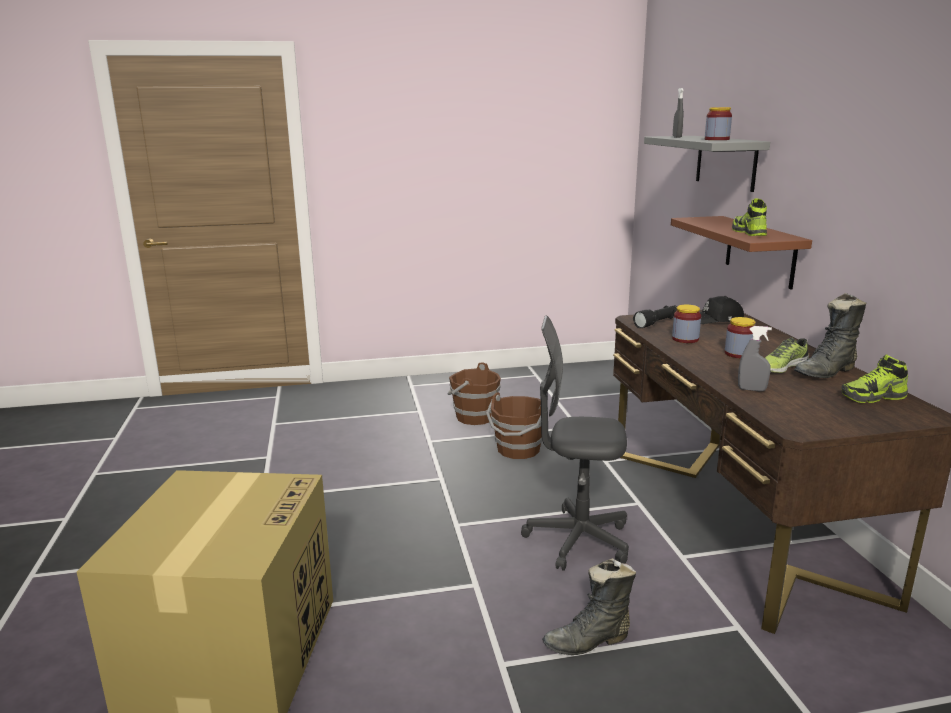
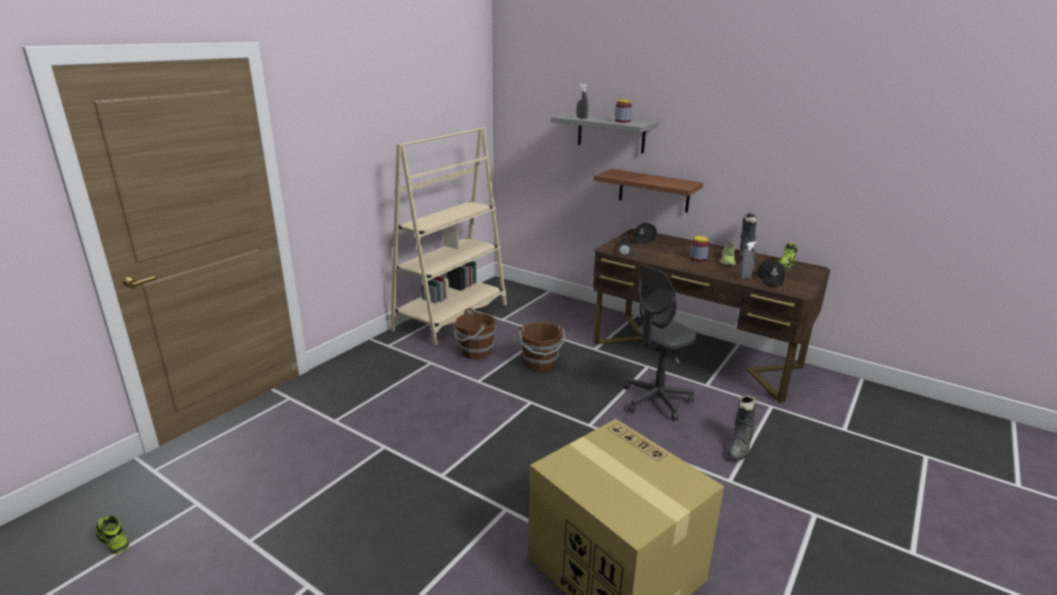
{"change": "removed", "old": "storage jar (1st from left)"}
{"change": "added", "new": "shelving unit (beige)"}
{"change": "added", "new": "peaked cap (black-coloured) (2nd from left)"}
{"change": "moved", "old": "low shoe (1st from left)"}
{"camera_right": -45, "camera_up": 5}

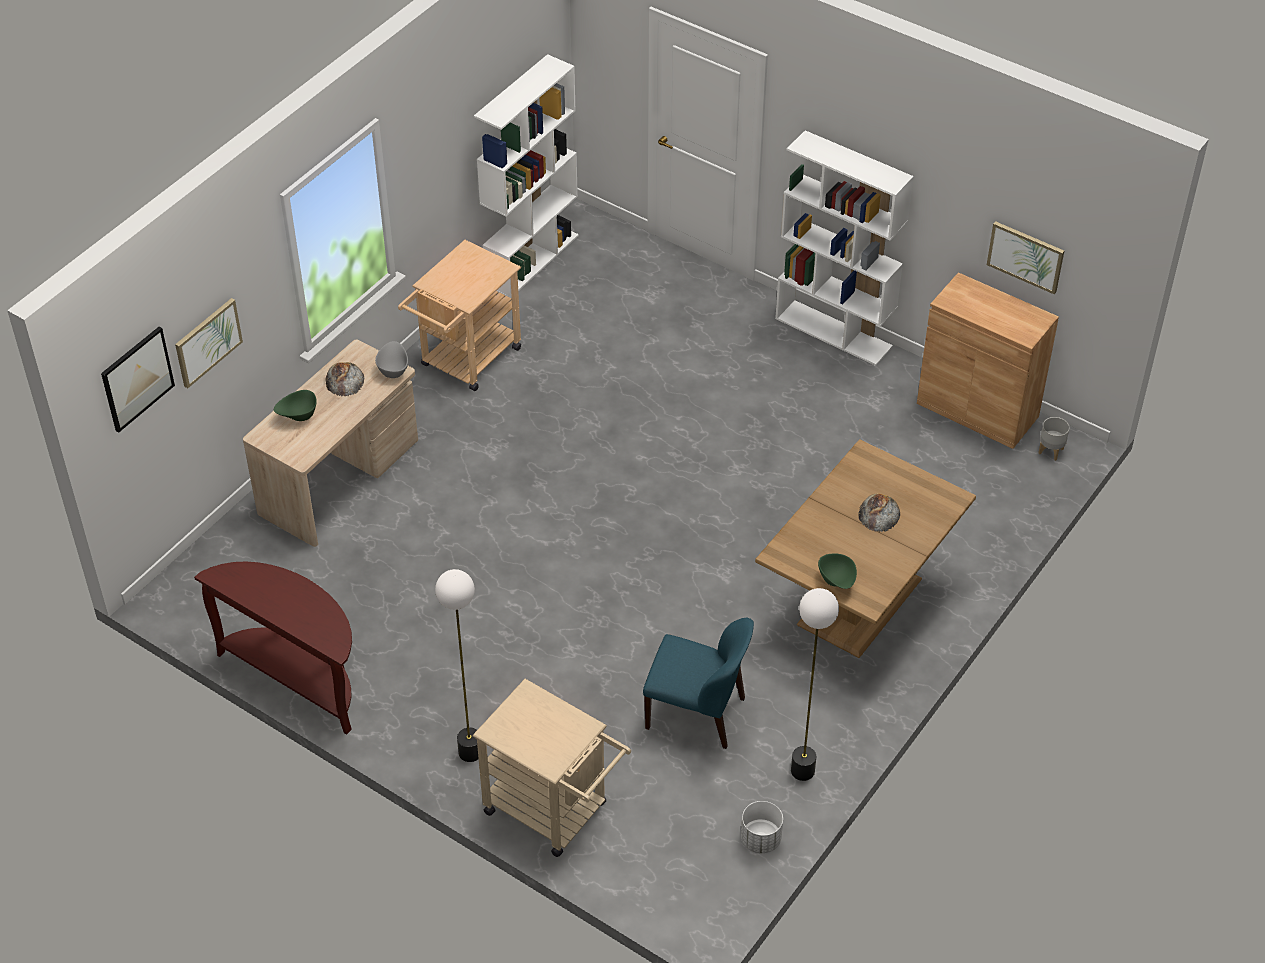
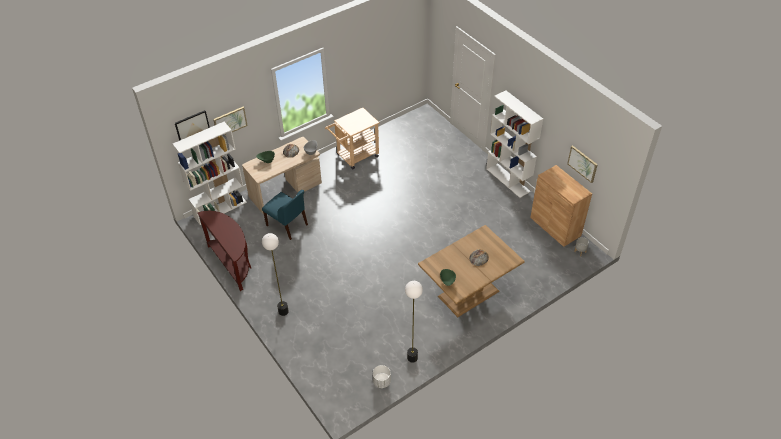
{"change": "removed", "old": "trolley (beige) (2nd from left)"}
{"change": "moved", "old": "shelving unit (whitish) (1st from left)"}
{"change": "moved", "old": "upright chair (blue-coloured)"}
{"camera_right": 20, "camera_up": 0}

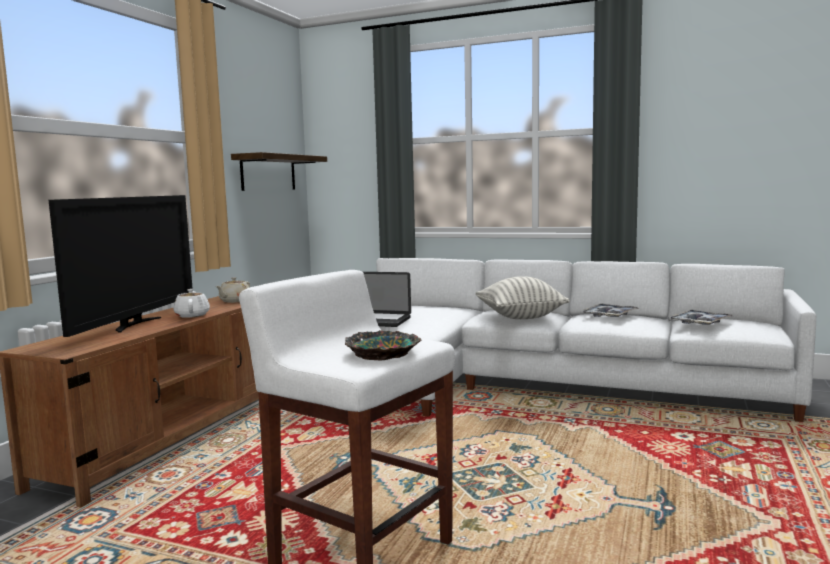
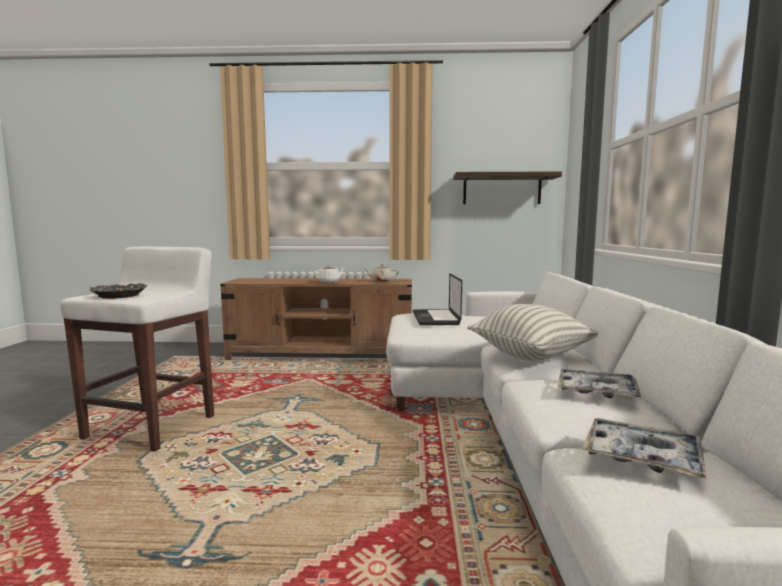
{"change": "removed", "old": "TV"}
{"camera_right": 70, "camera_up": 0}

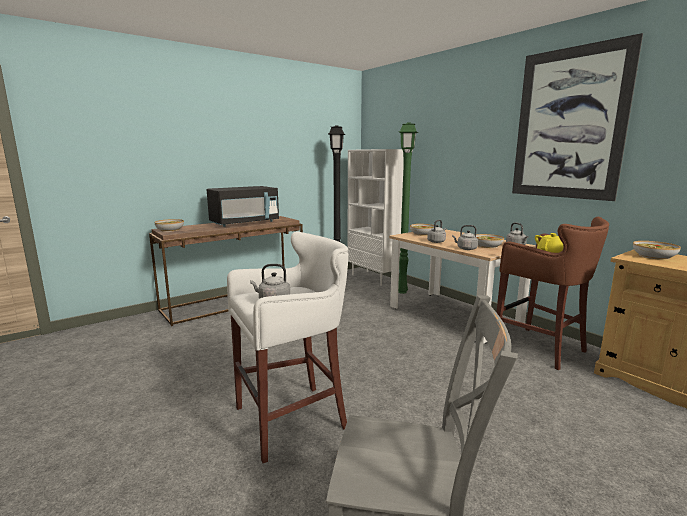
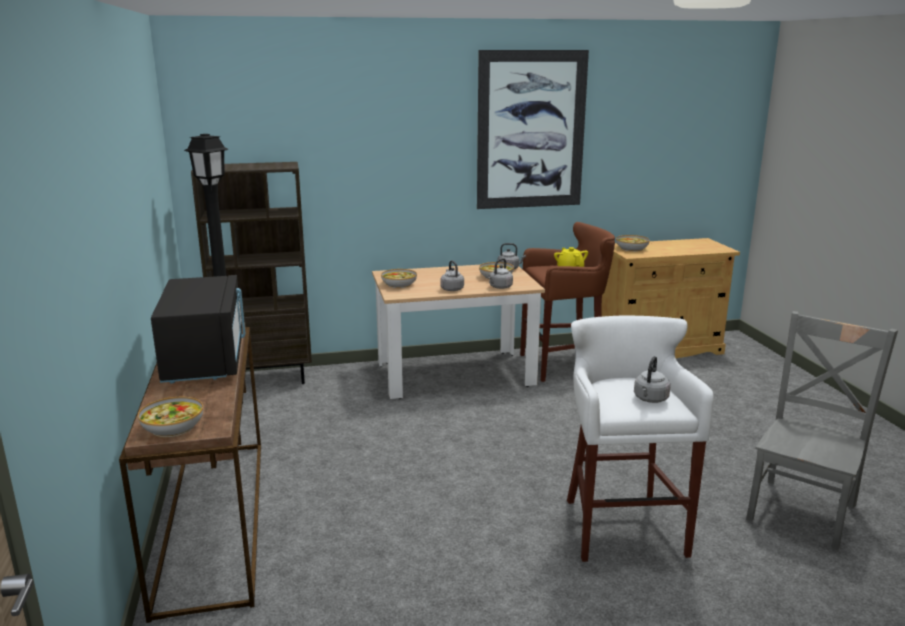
{"change": "removed", "old": "floor lamp (greenish)"}
{"change": "recoloured", "old": "shelving unit (whitish)", "new": "shelving unit (brown)"}
{"camera_right": -65, "camera_up": 5}

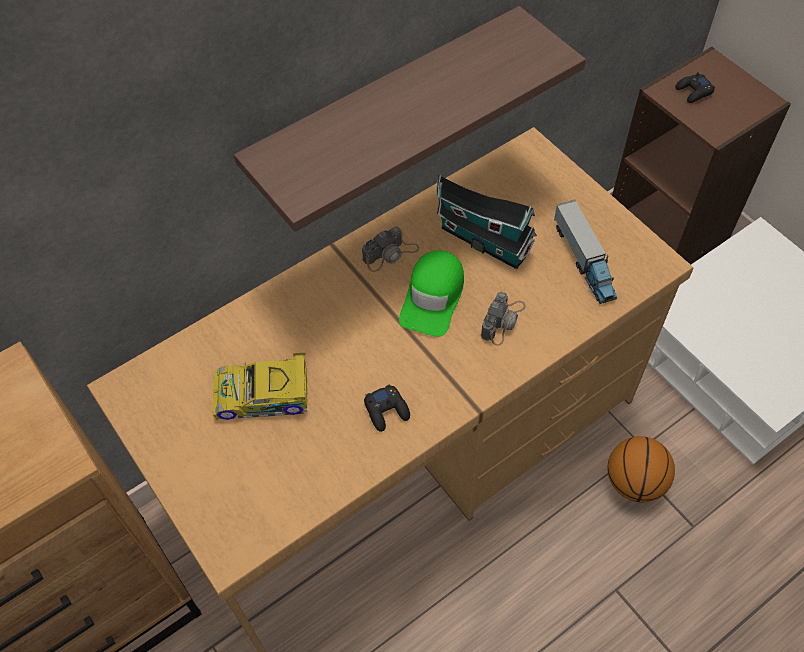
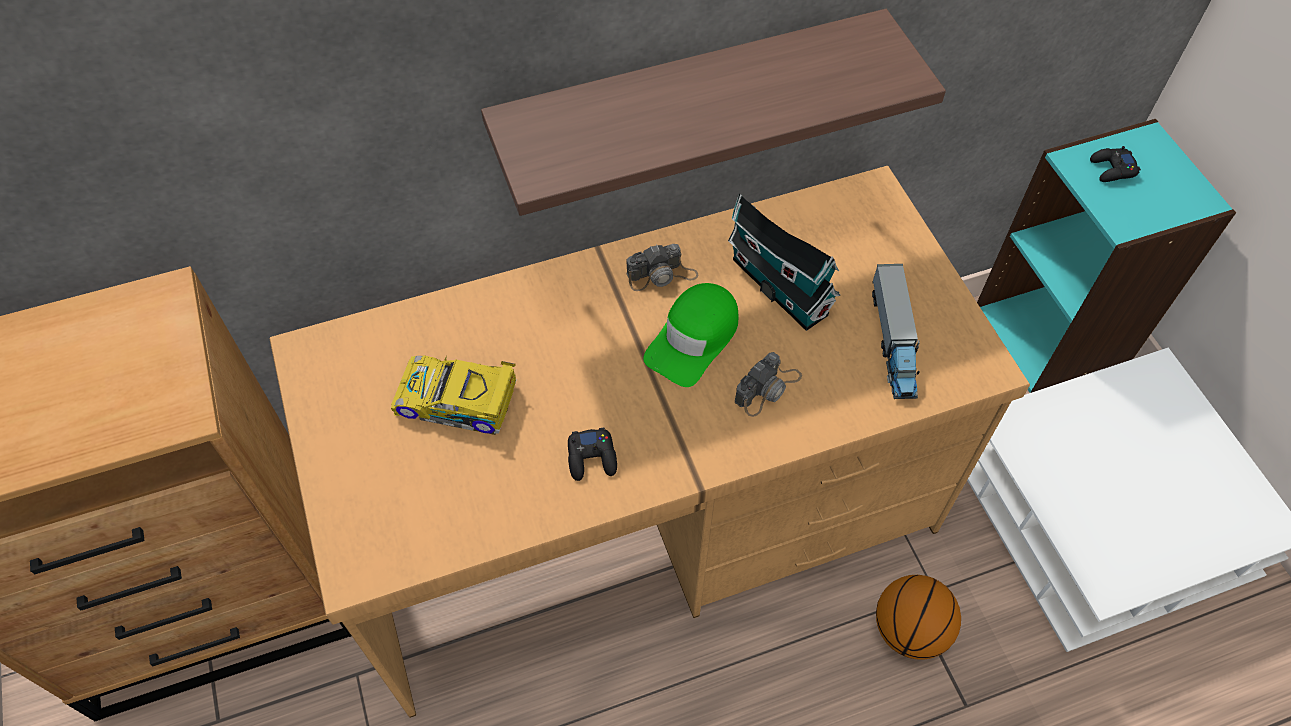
{"change": "recoloured", "old": "shelving unit (brown)", "new": "shelving unit (turquoise-coloured)"}
{"camera_right": 15, "camera_up": 0}

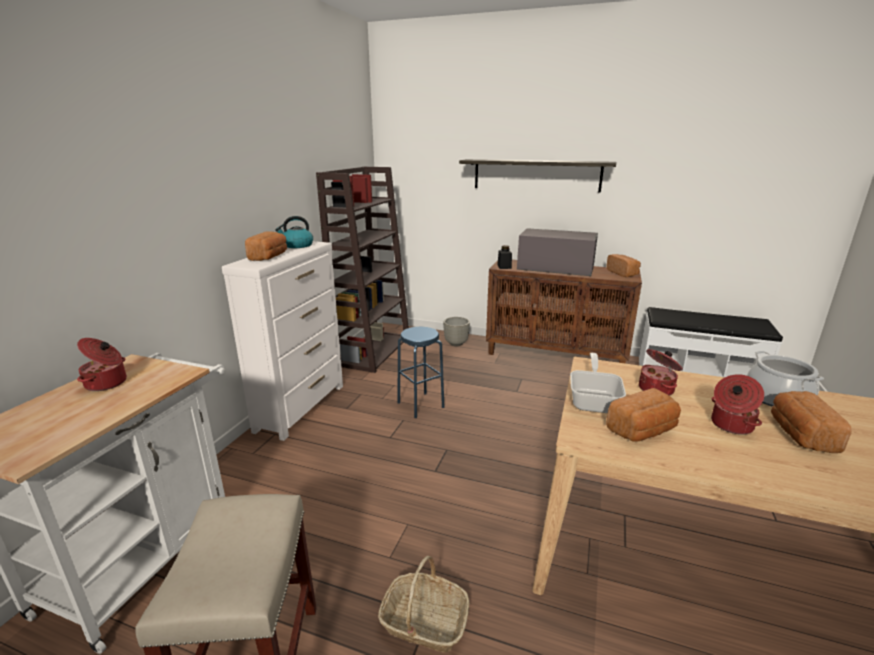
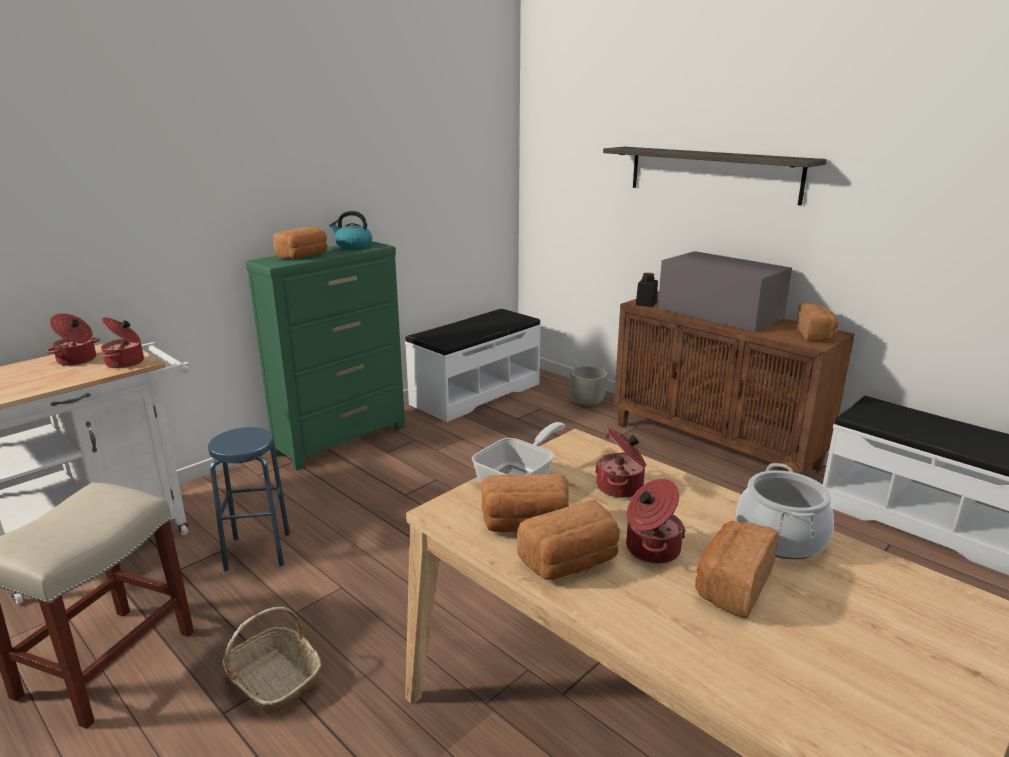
{"change": "added", "new": "cooking pot (2nd from left)"}
{"change": "added", "new": "bread (3rd from left)"}
{"change": "moved", "old": "sitting stool (blue-coloured)"}
{"change": "replaced", "old": "shelving unit (brown)", "new": "bench (whitish) (1st from left)"}
{"change": "recoloured", "old": "drawer chest (whitish)", "new": "drawer chest (greenish)"}
{"camera_right": 25, "camera_up": 0}

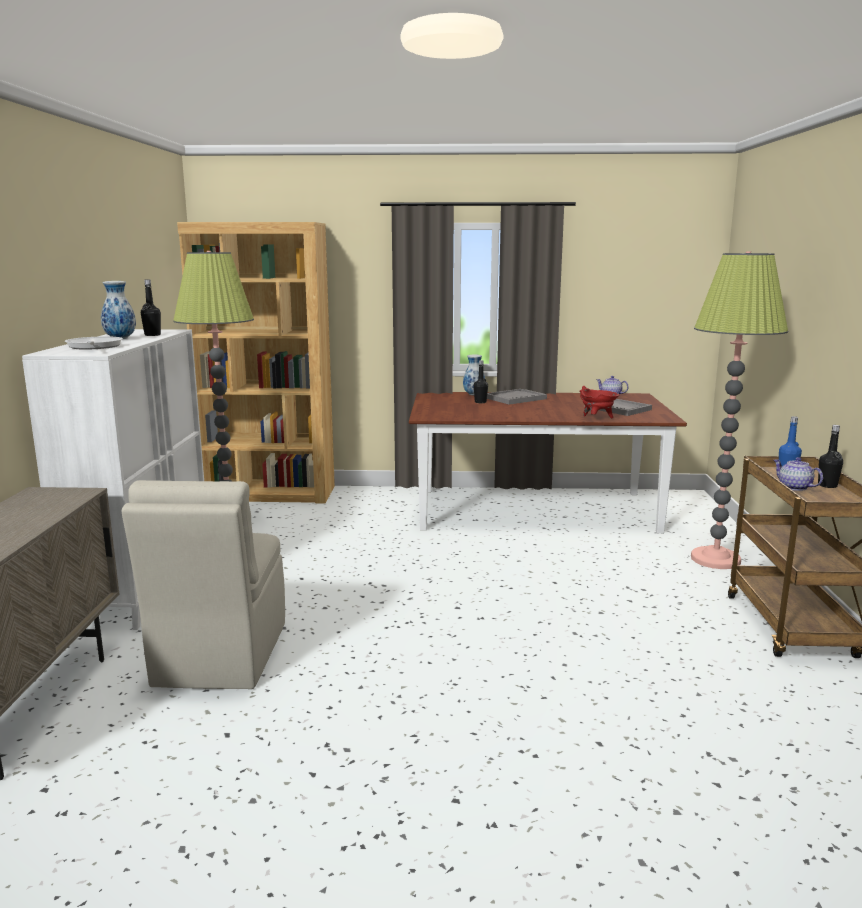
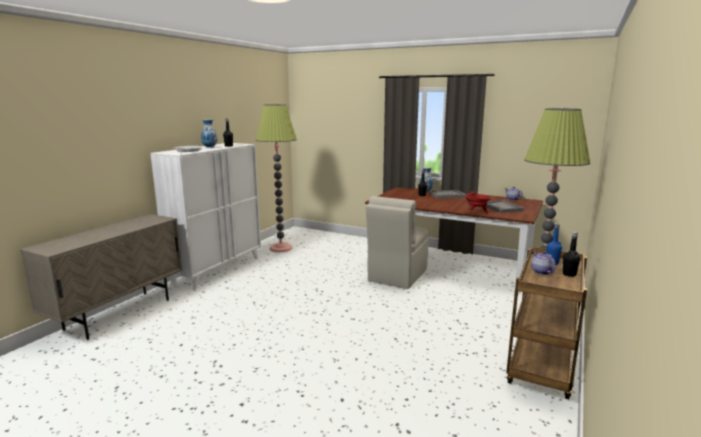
{"change": "removed", "old": "shelving unit (brown)"}
{"change": "moved", "old": "upright chair (beige)"}
{"camera_right": 25, "camera_up": 0}

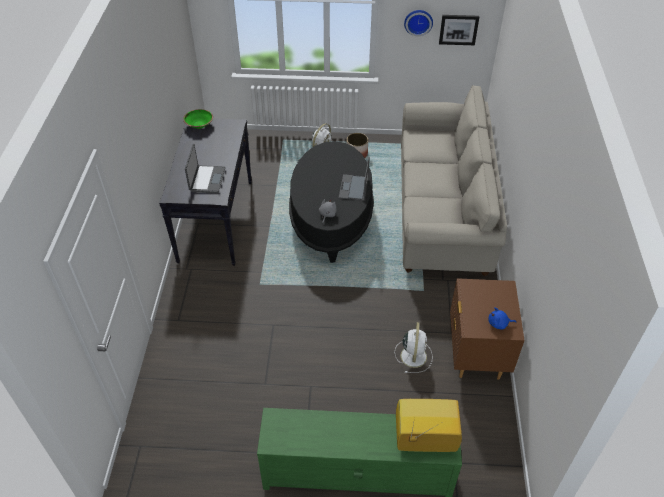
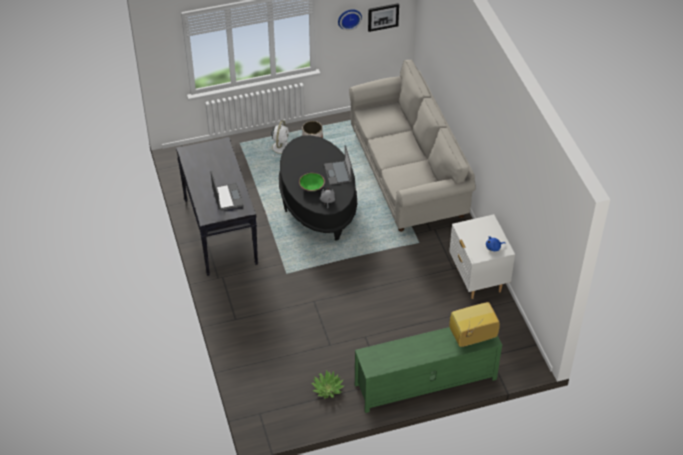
{"change": "removed", "old": "cooling fan (whitish) (2nd from left)"}
{"change": "added", "new": "houseplant"}
{"change": "moved", "old": "bowl (greenish)"}
{"change": "recoloured", "old": "nightstand (brown)", "new": "nightstand (whitish)"}
{"camera_right": -20, "camera_up": 0}

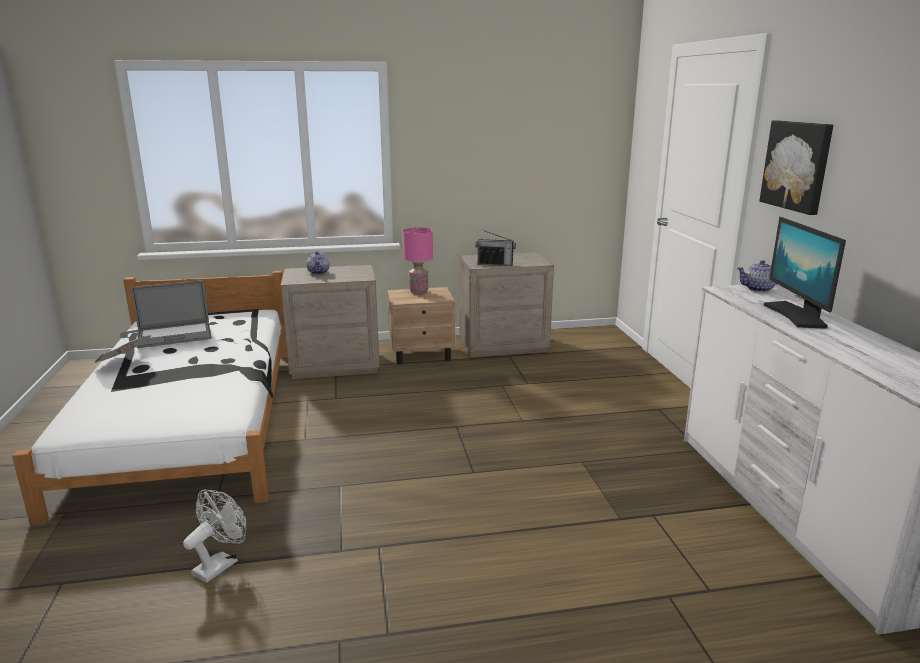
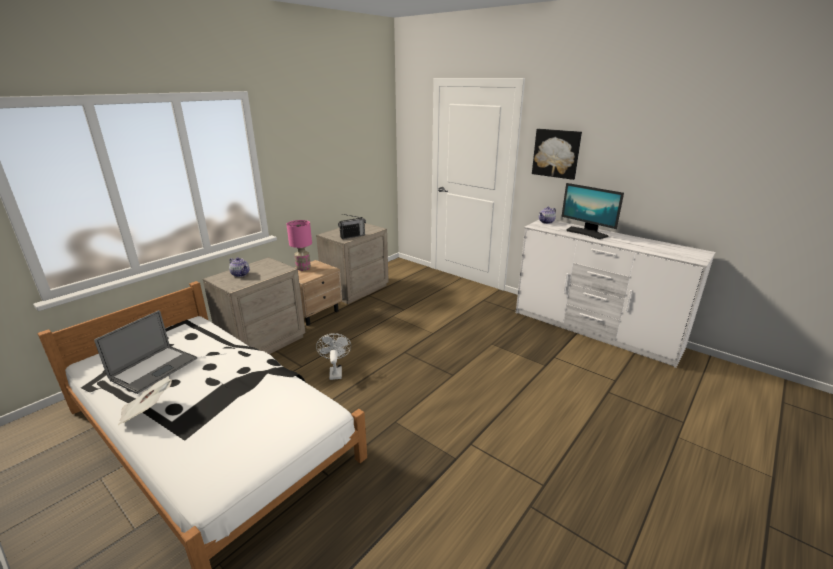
{"change": "moved", "old": "cooling fan (whitish)"}
{"camera_right": -40, "camera_up": 5}

